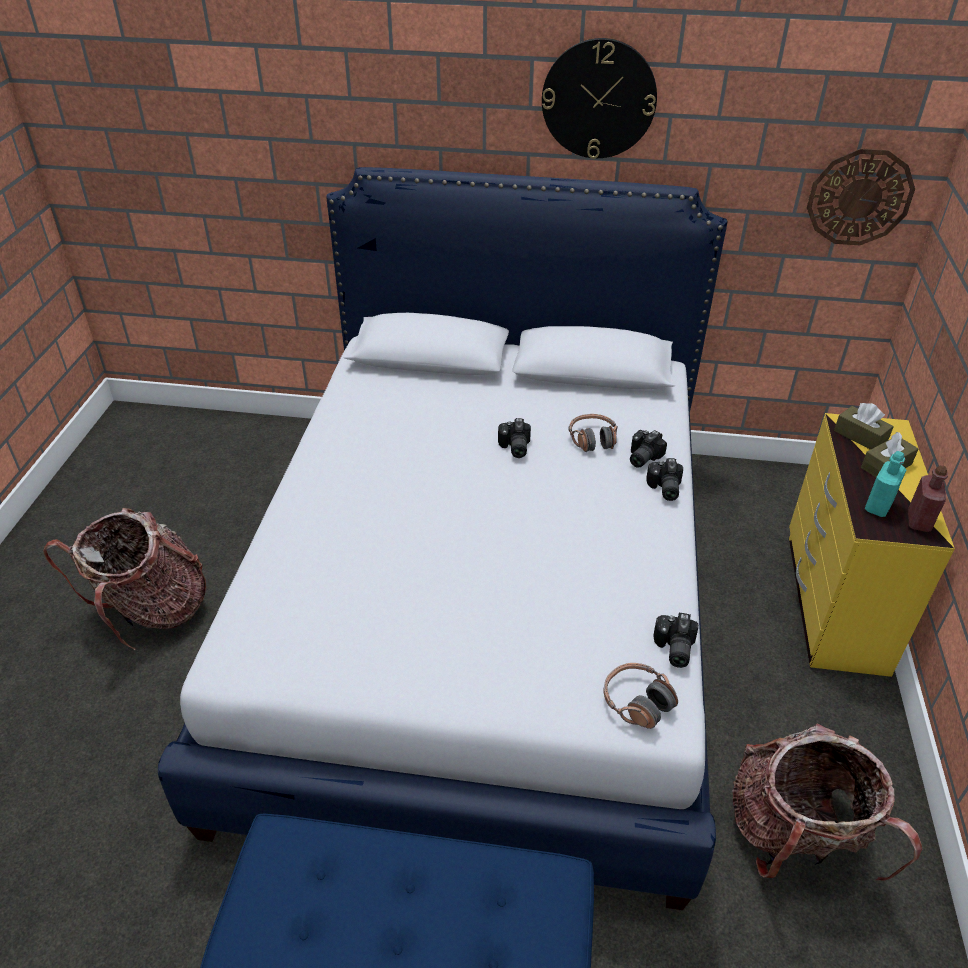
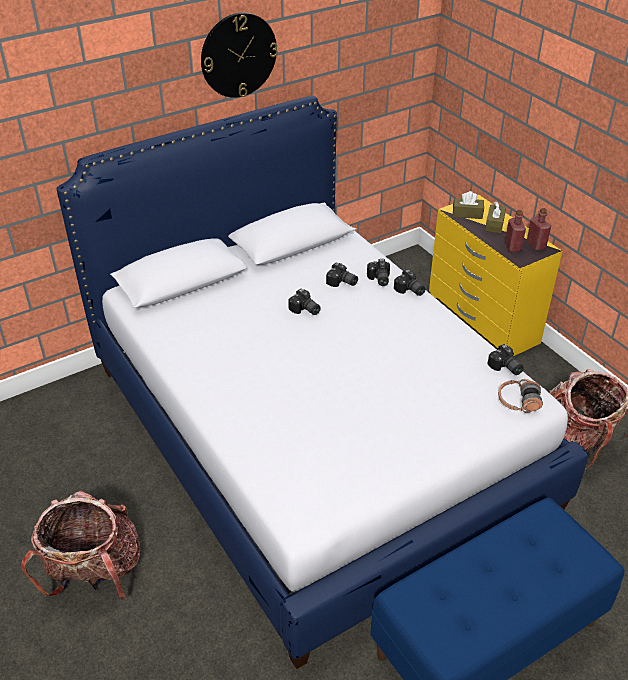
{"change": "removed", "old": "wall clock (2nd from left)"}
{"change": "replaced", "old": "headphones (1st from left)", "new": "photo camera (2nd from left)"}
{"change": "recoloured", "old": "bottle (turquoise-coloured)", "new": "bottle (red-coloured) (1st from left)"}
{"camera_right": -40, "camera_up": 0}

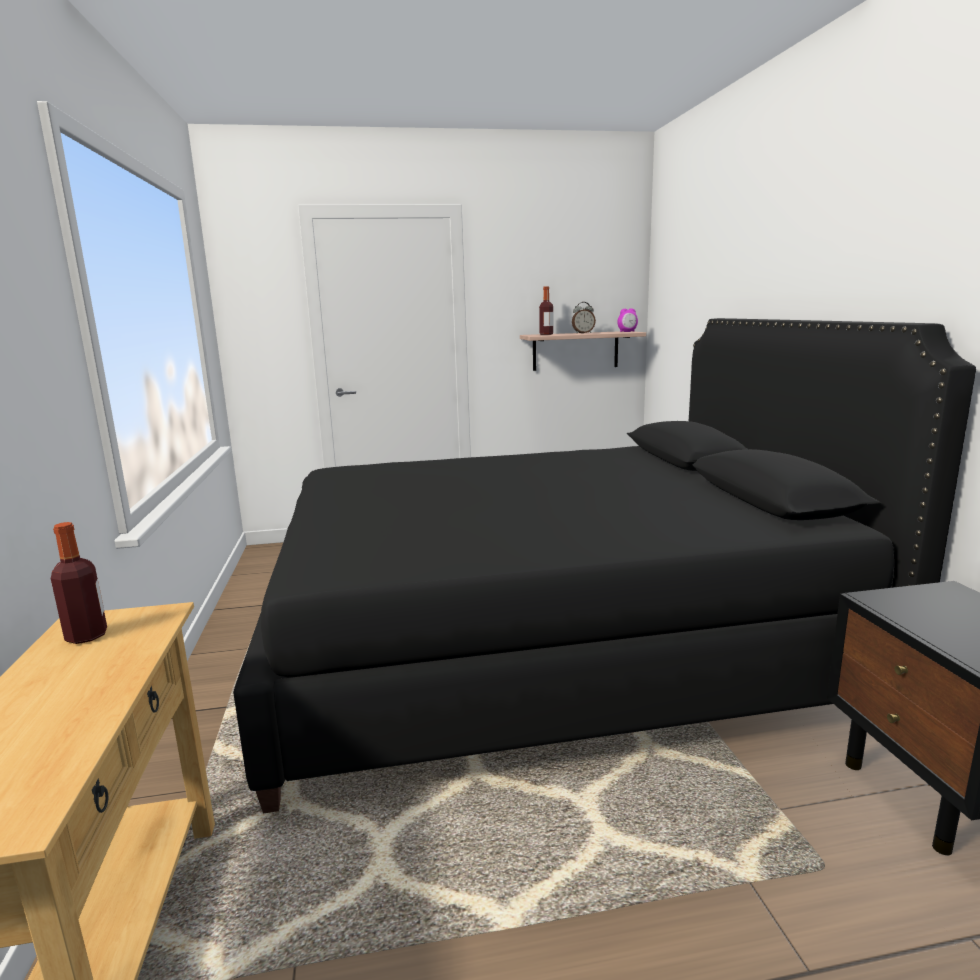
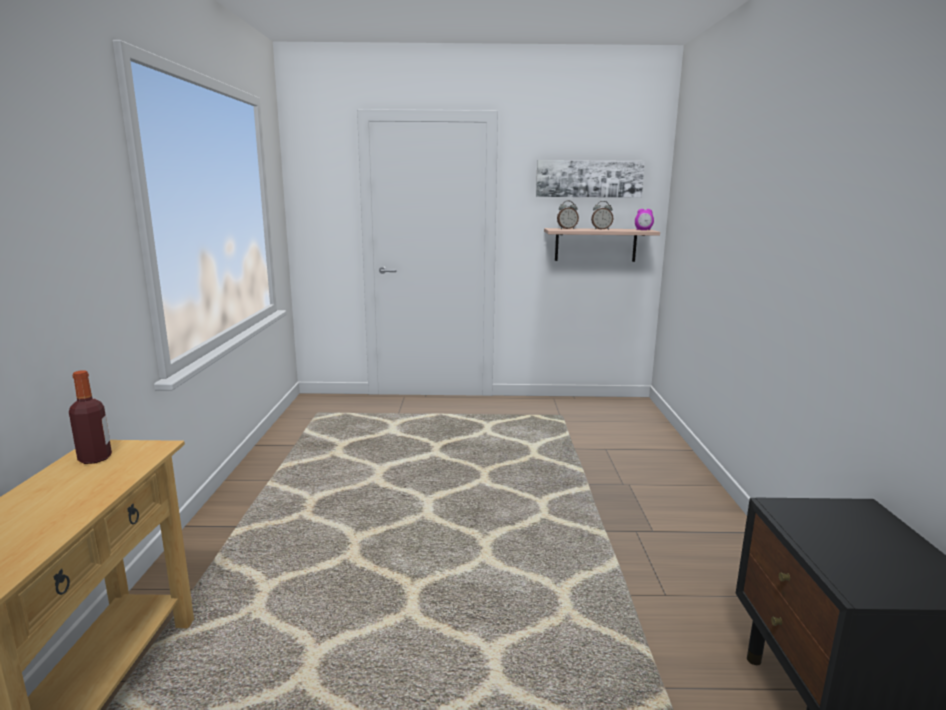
{"change": "removed", "old": "sleeping bed (black-coloured)"}
{"change": "added", "new": "wall art"}
{"change": "replaced", "old": "bottle (2nd from left)", "new": "bedside clock (1st from left)"}
{"camera_right": 10, "camera_up": 0}

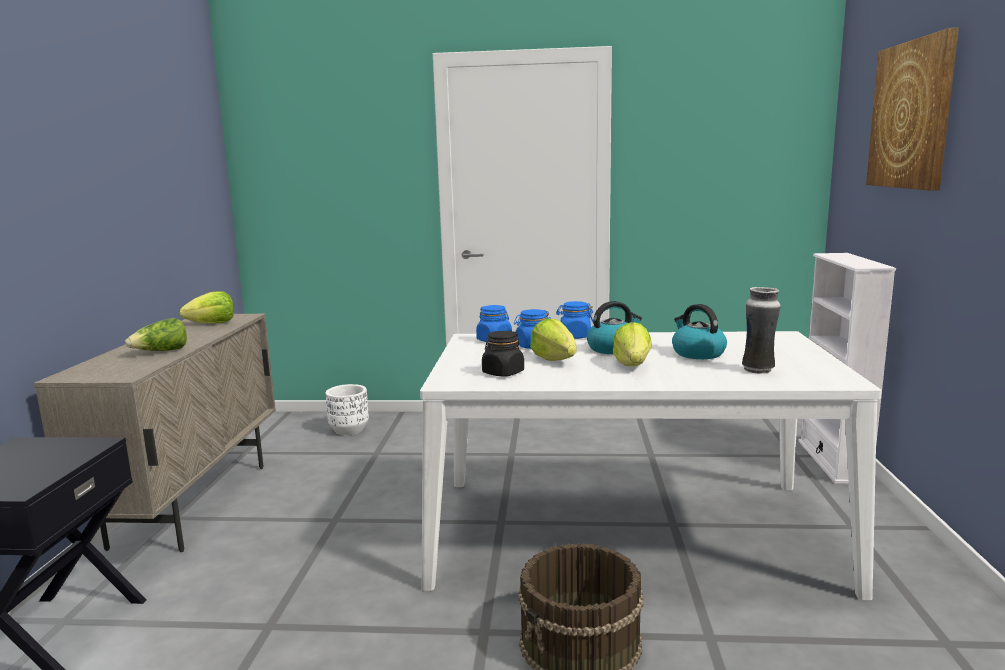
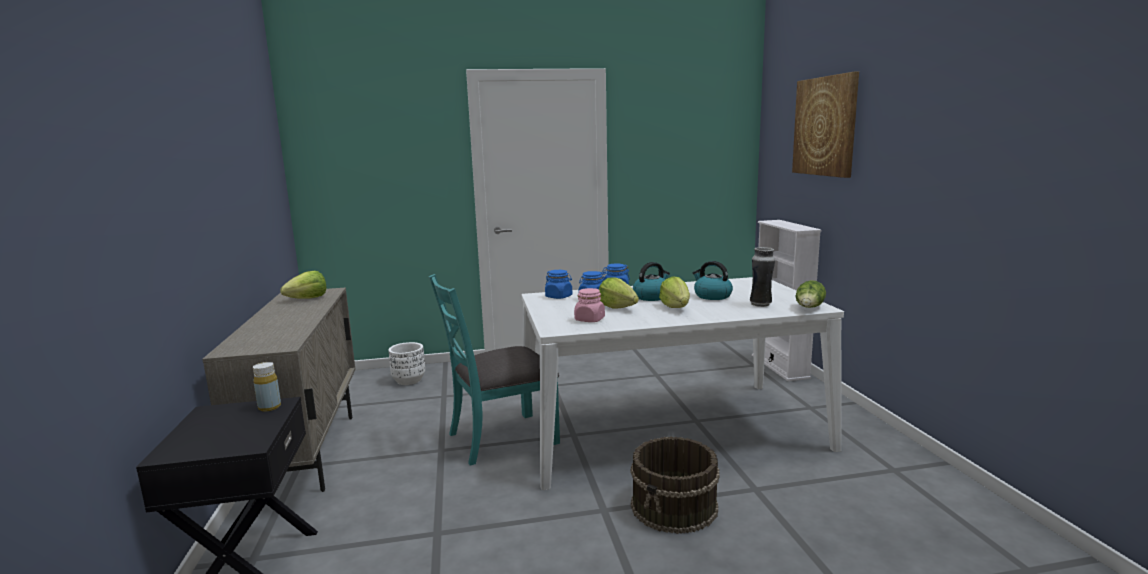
{"change": "added", "new": "bottle (yellow)"}
{"change": "added", "new": "upright chair (turquoise-coloured)"}
{"change": "moved", "old": "lettuce (1st from left in the first image)", "new": "lettuce (4th from left)"}
{"change": "recoloured", "old": "storage jar (black-coloured)", "new": "storage jar (pinkish)"}
{"camera_right": -15, "camera_up": 0}

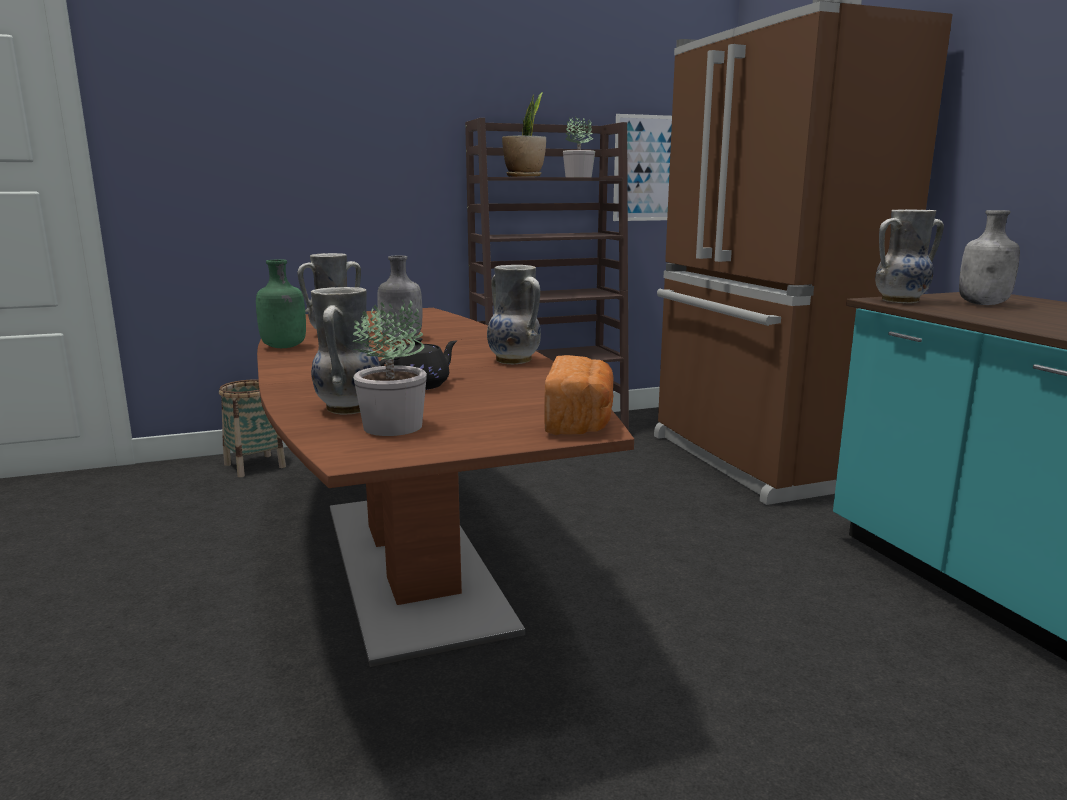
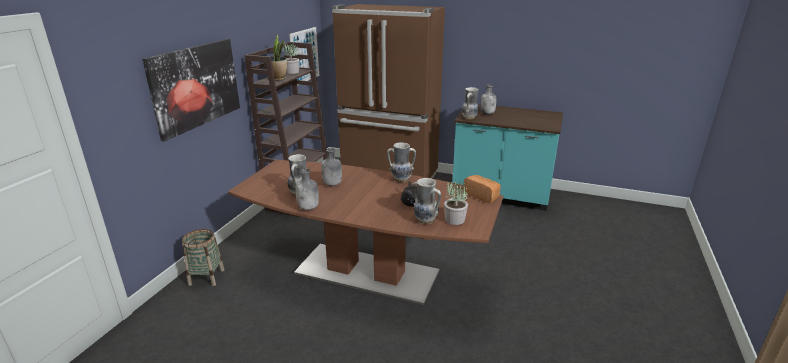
{"change": "added", "new": "wall art (1st from left)"}
{"change": "recoloured", "old": "bottle (greenish)", "new": "bottle (greyish) (1st from left)"}
{"camera_right": -50, "camera_up": 10}

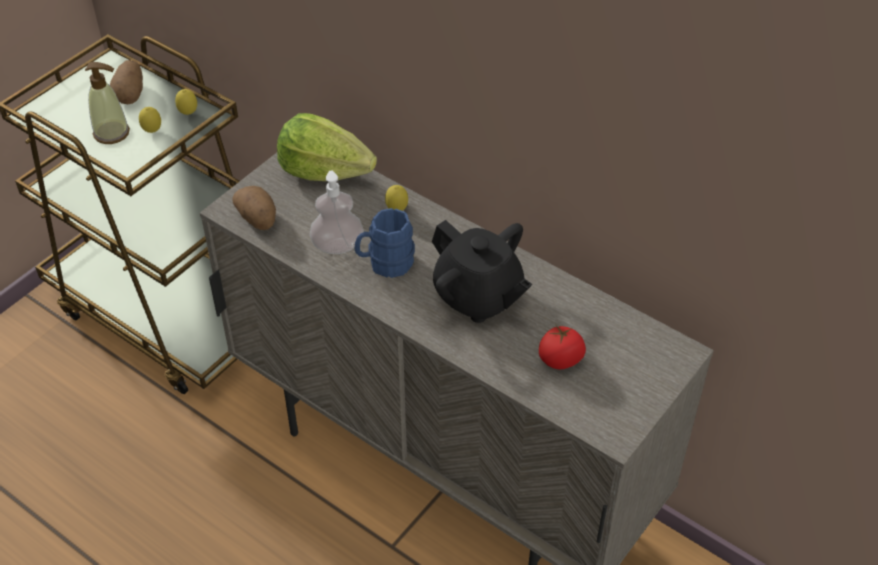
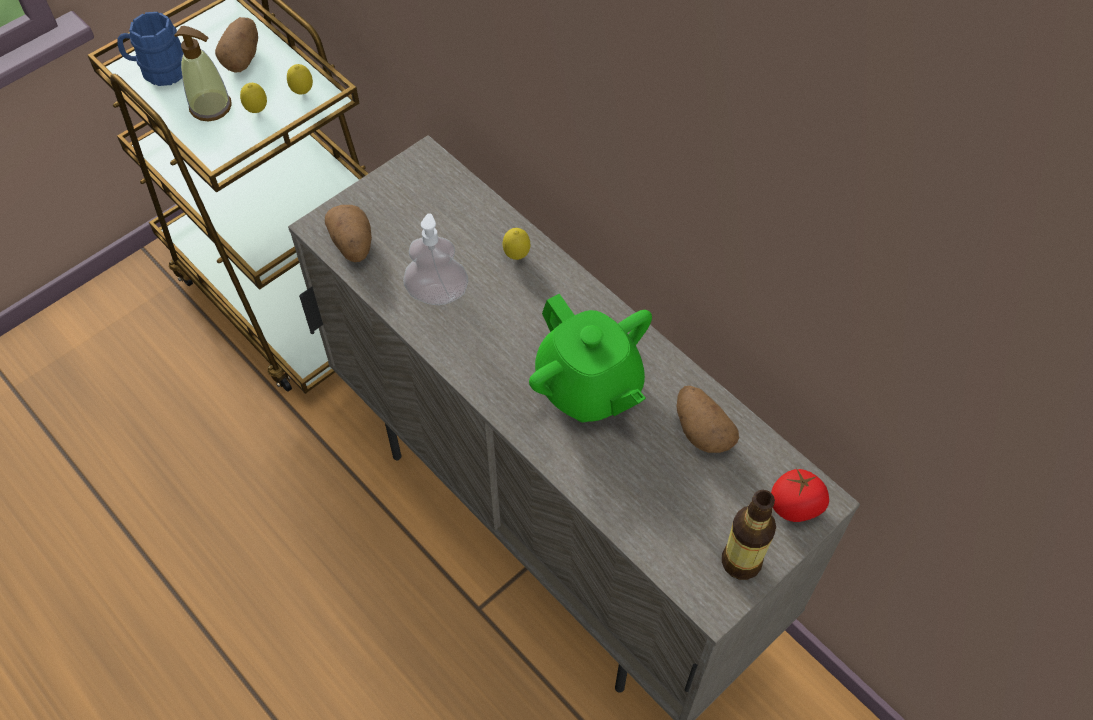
{"change": "removed", "old": "lettuce"}
{"change": "added", "new": "spud (3rd from left)"}
{"change": "added", "new": "bottle"}
{"change": "moved", "old": "tea mug (blue-coloured)"}
{"change": "moved", "old": "whole tomato"}
{"change": "recoloured", "old": "teapot (black-coloured)", "new": "teapot (greenish)"}
{"camera_right": 10, "camera_up": 10}

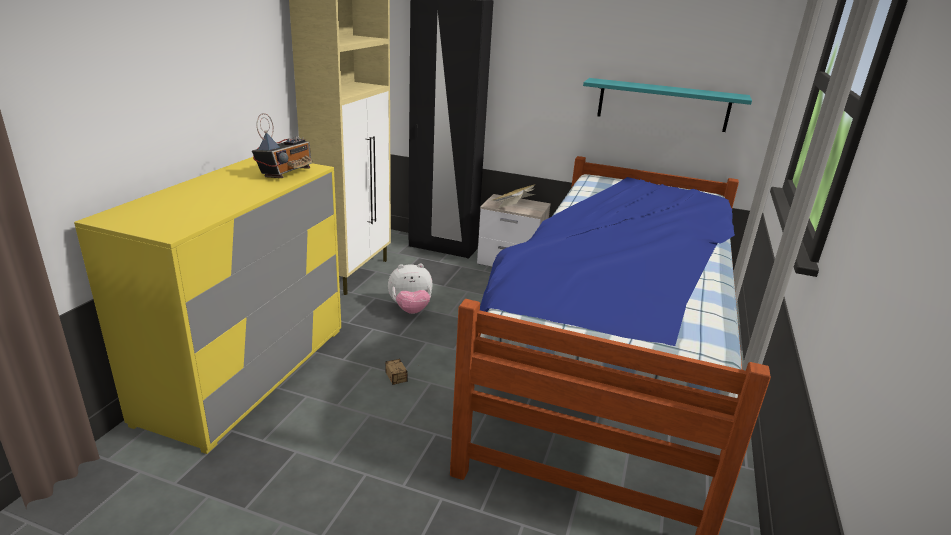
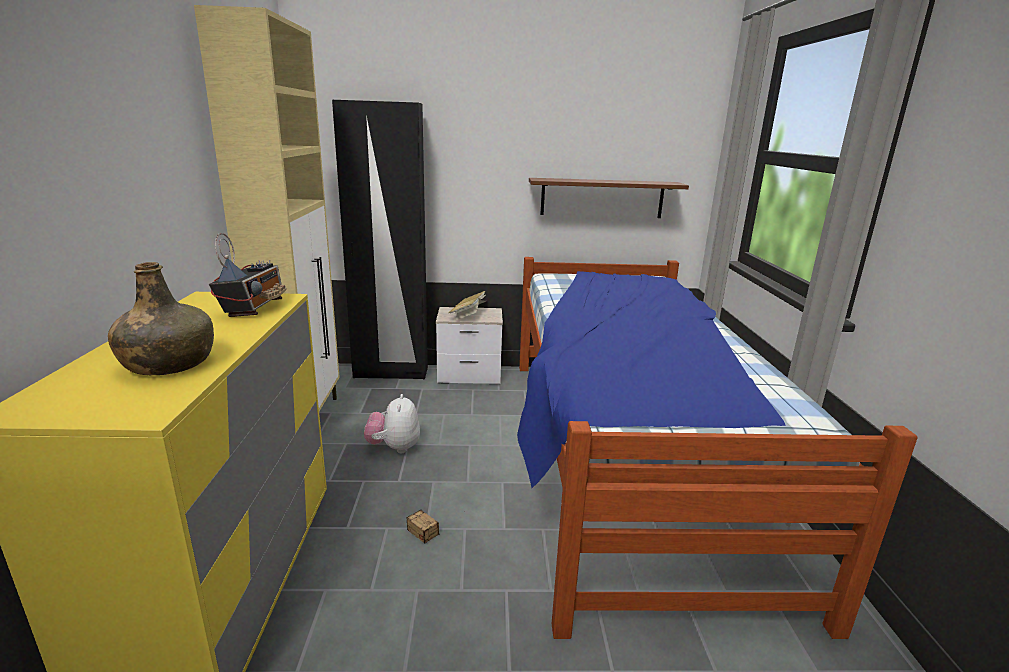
{"change": "added", "new": "bottle (greenish)"}
{"change": "recoloured", "old": "wall shelf (turquoise-coloured)", "new": "wall shelf (brown)"}
{"change": "turned", "old": "plush toy", "degrees": 120}
{"camera_right": -20, "camera_up": -5}

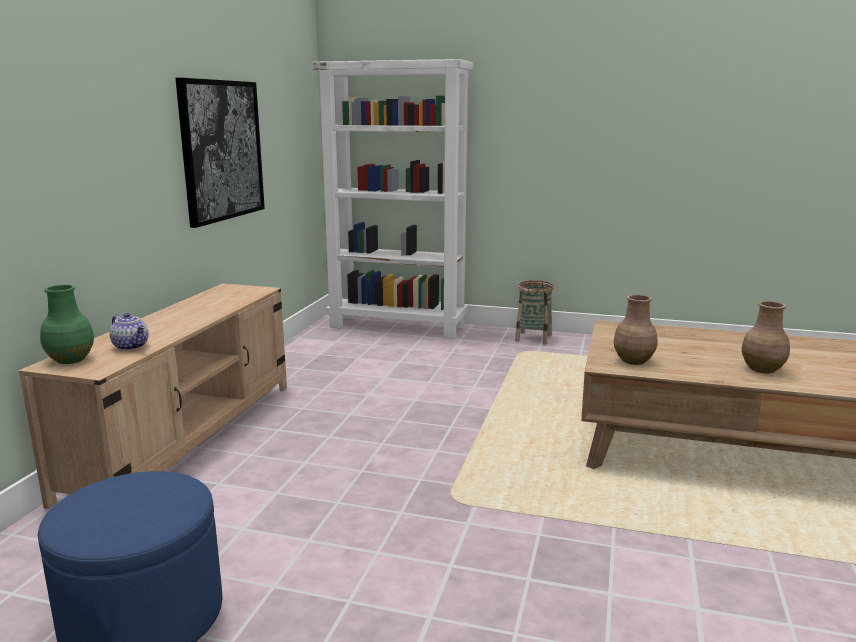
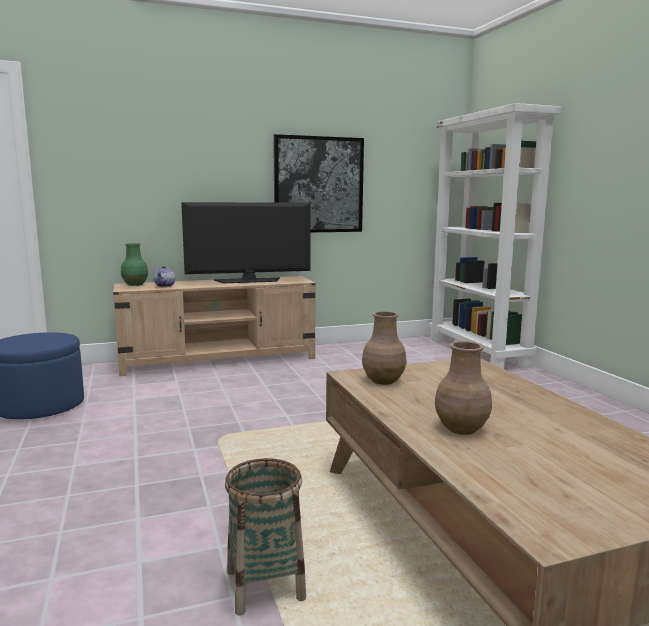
{"change": "added", "new": "TV"}
{"change": "moved", "old": "household basket"}
{"camera_right": 55, "camera_up": -5}

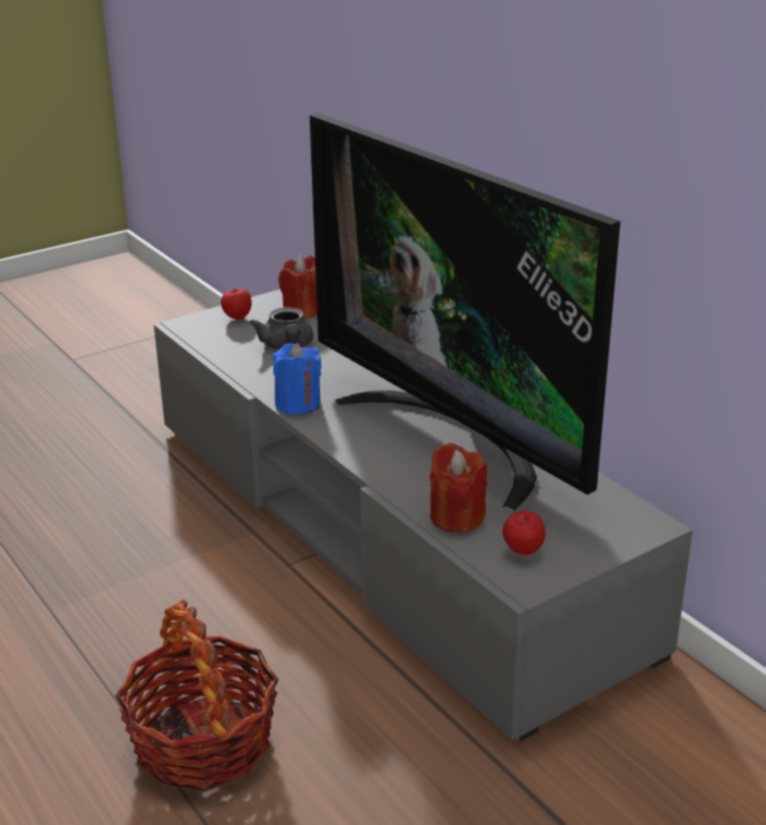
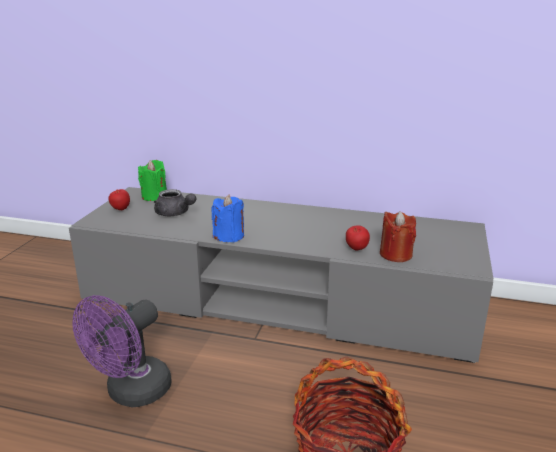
{"change": "removed", "old": "TV"}
{"change": "added", "new": "cooling fan (purplish)"}
{"change": "moved", "old": "apple fruit (2nd from left)"}
{"change": "recoloured", "old": "wax light (red-coloured) (1st from left)", "new": "wax light (greenish)"}
{"camera_right": -40, "camera_up": -5}

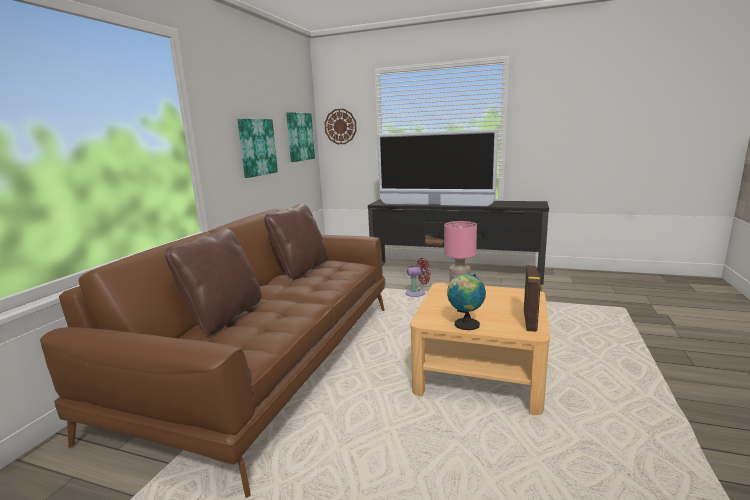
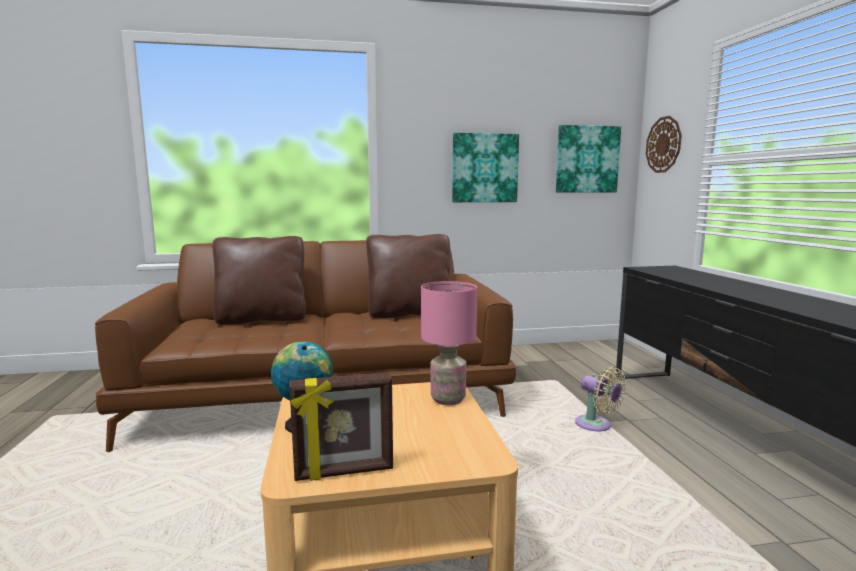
{"change": "removed", "old": "TV"}
{"change": "recoloured", "old": "cooling fan (red-coloured)", "new": "cooling fan (beige)"}
{"camera_right": 60, "camera_up": -5}

